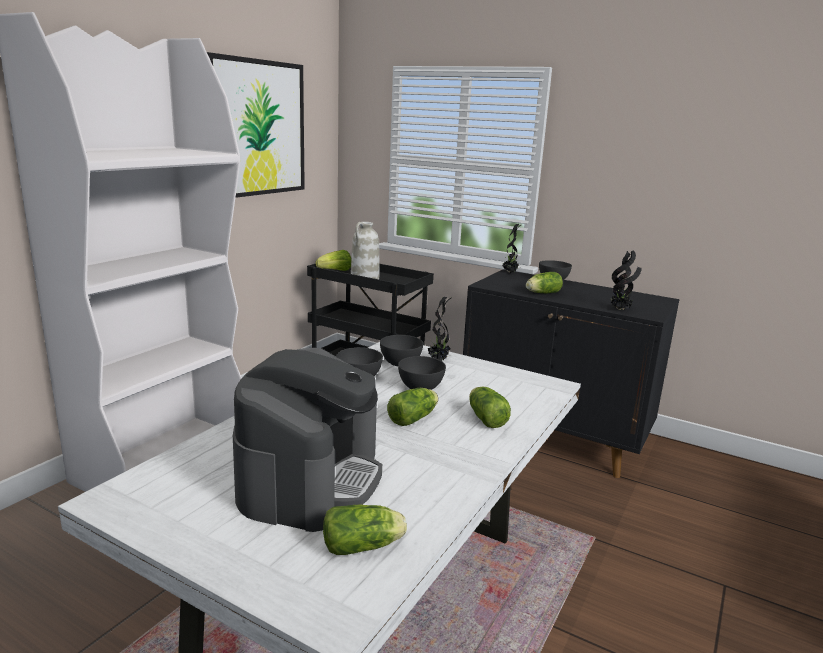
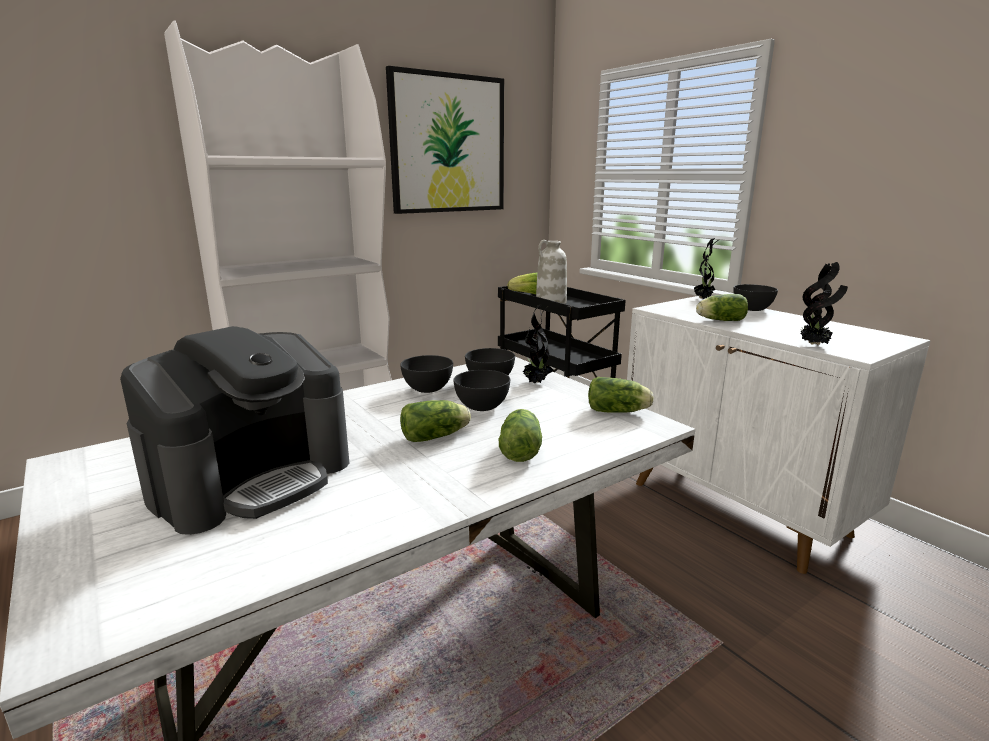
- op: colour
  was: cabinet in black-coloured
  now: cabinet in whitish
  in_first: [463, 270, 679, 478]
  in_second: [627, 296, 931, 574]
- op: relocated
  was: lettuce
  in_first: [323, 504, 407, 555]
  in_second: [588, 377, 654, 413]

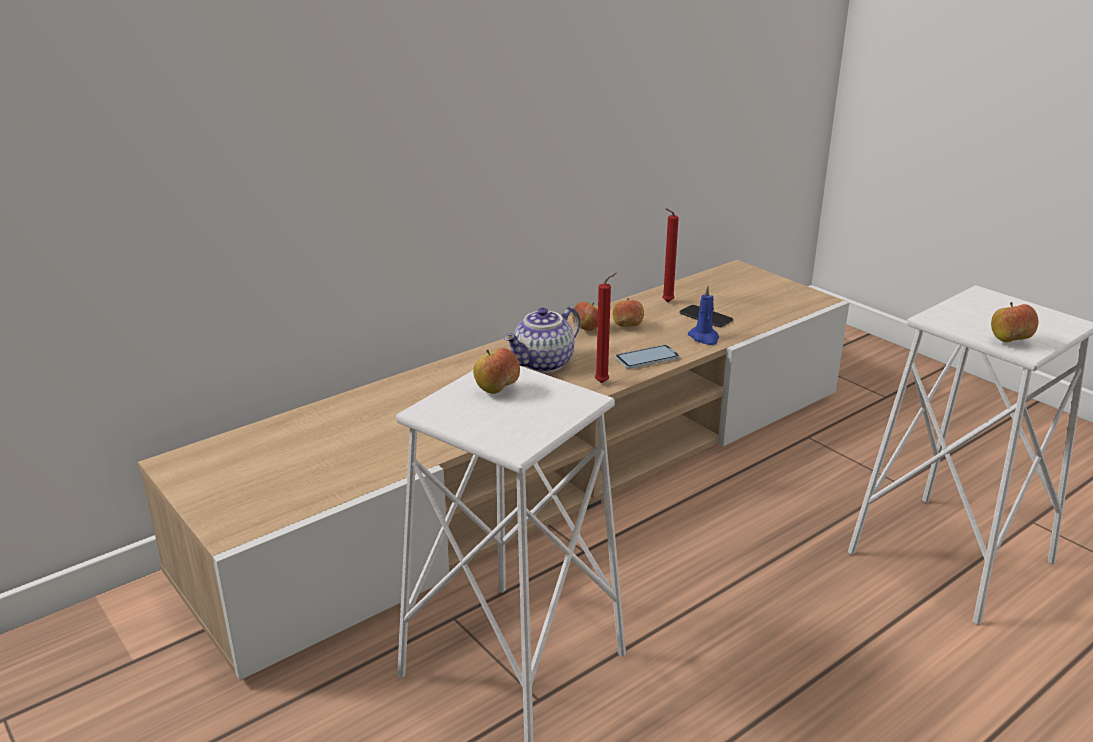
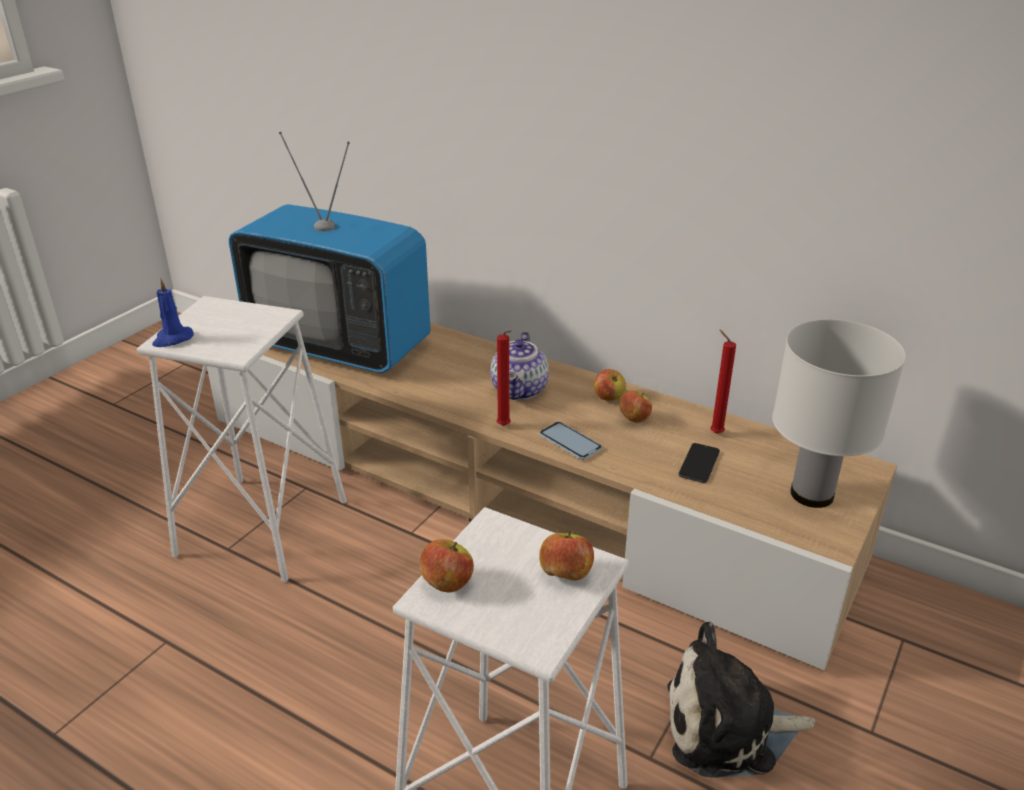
- op: relocated
  was: candle in blue-coloured
  in_first: [688, 285, 719, 345]
  in_second: [152, 278, 194, 347]
- op: spun
  was: tea pot
  in_first: [504, 307, 580, 373]
  in_second: [491, 331, 549, 400]
  clockwise: -105
- op: relocated
  was: whole apple
  in_first: [473, 348, 520, 394]
  in_second: [539, 530, 594, 581]
- op: appeared
  now: TV
  in_second: [229, 132, 431, 373]
- op: appeared
  now: tabletop lamp in whitish
  in_second: [772, 319, 906, 508]
- op: appeared
  now: soft toy
  in_second: [667, 622, 816, 778]

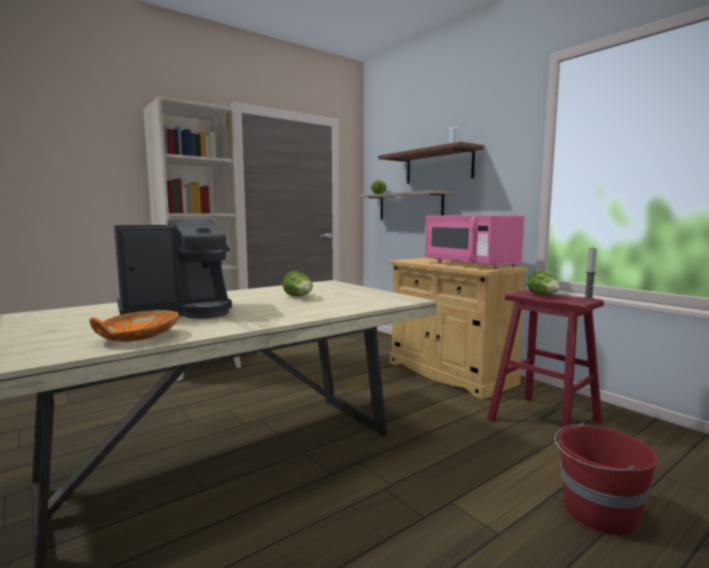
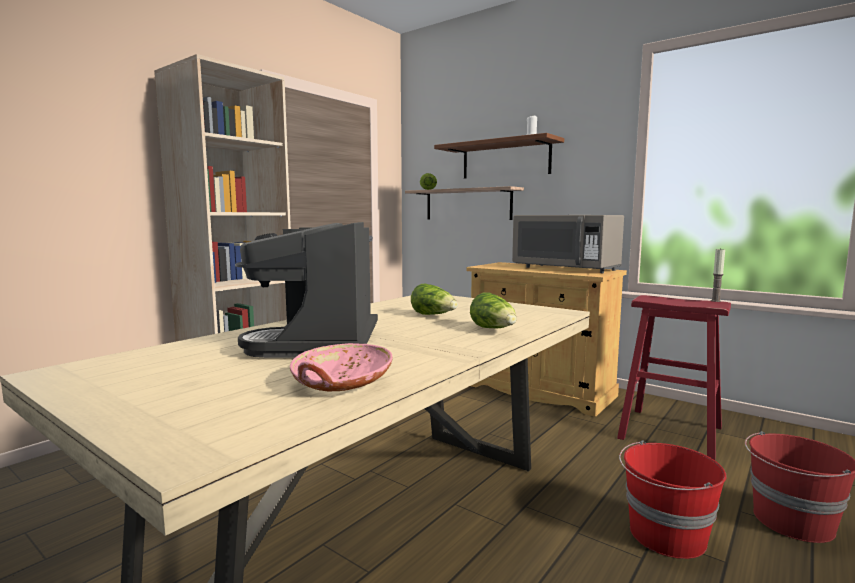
- op: colour
  was: microwave oven in pink
  now: microwave oven in gray
  in_first: [425, 215, 524, 269]
  in_second: [512, 215, 624, 273]
- op: spun
  was: coffee maker
  in_first: [114, 220, 232, 319]
  in_second: [235, 222, 378, 358]
  clockwise: 135
- op: relocated
  was: lettuce
  in_first: [527, 271, 561, 295]
  in_second: [470, 292, 517, 328]
- op: colour
  was: deep dish in orangey
  now: deep dish in pink
  in_first: [89, 310, 179, 342]
  in_second: [290, 343, 393, 391]
- op: appeared
  now: bucket in reddish
  in_second: [619, 440, 727, 559]

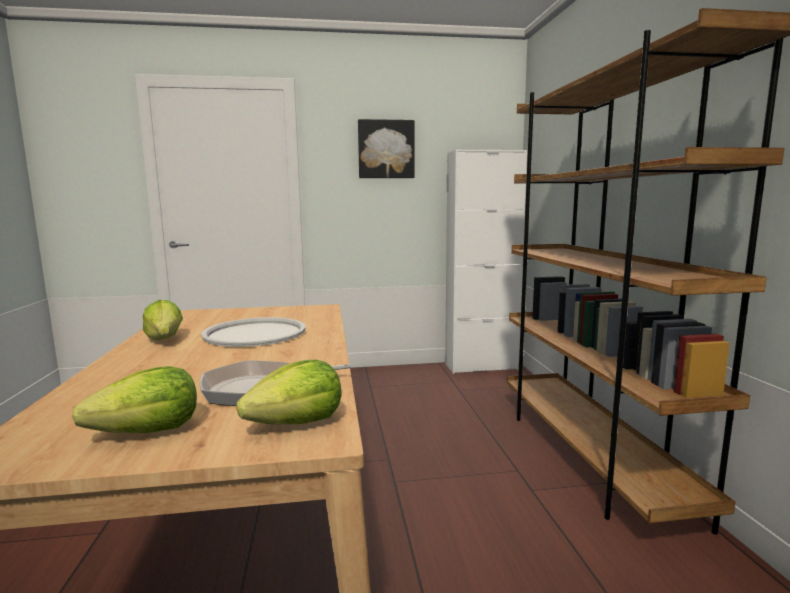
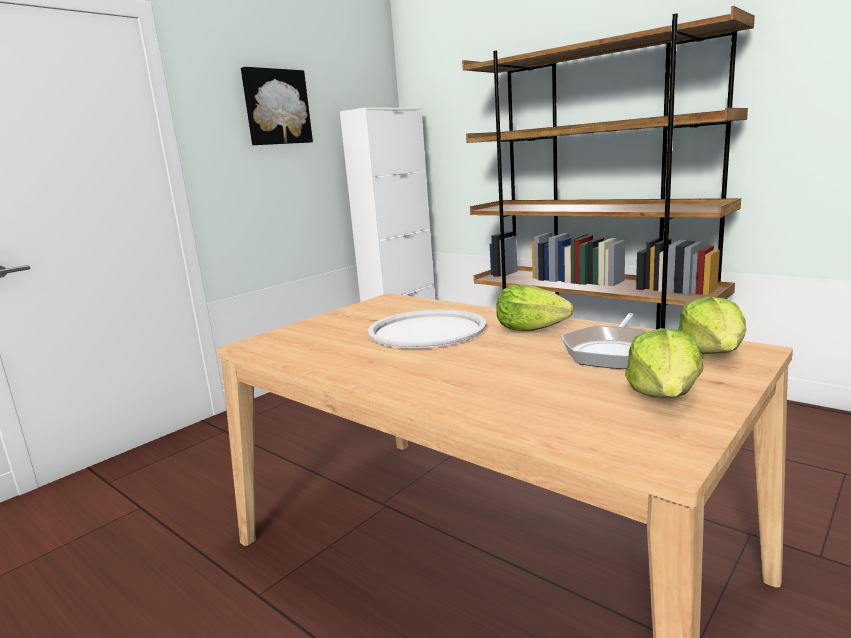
- op: relocated
  was: lettuce
  in_first: [143, 300, 183, 340]
  in_second: [496, 284, 574, 331]

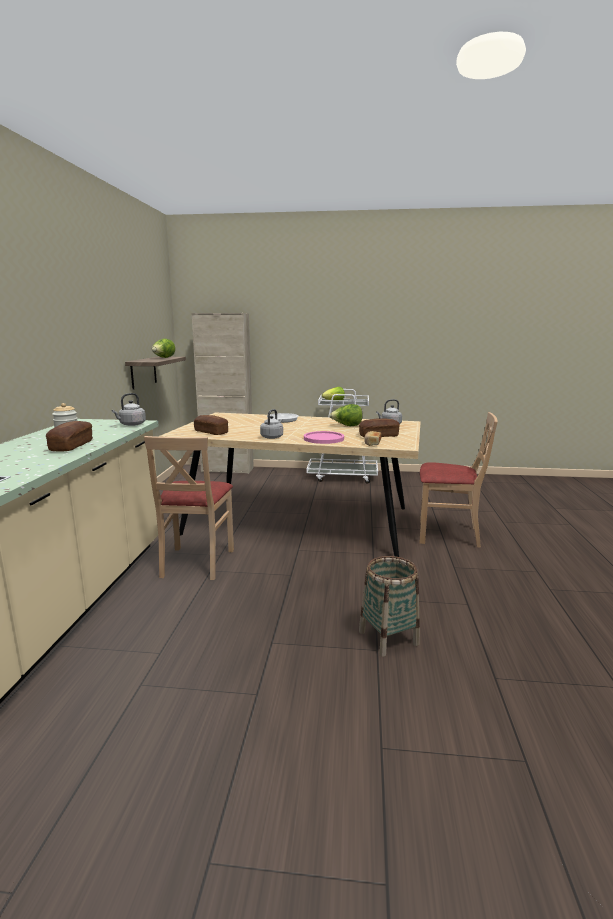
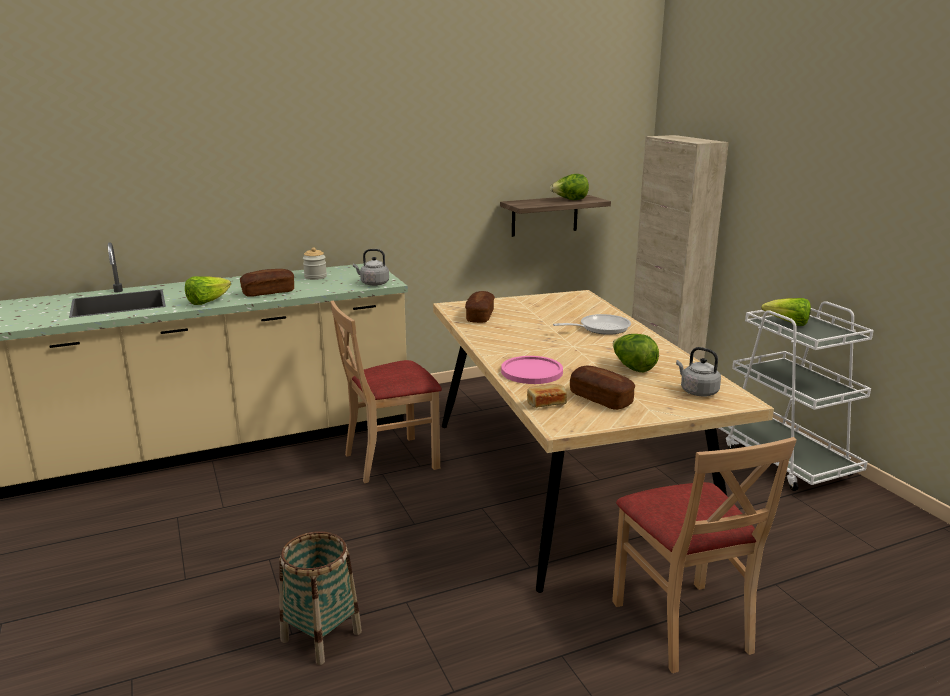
- op: missing
  was: water kettle in gray
  in_first: [260, 409, 283, 439]
- op: appeared
  now: lettuce
  in_second: [185, 276, 231, 305]

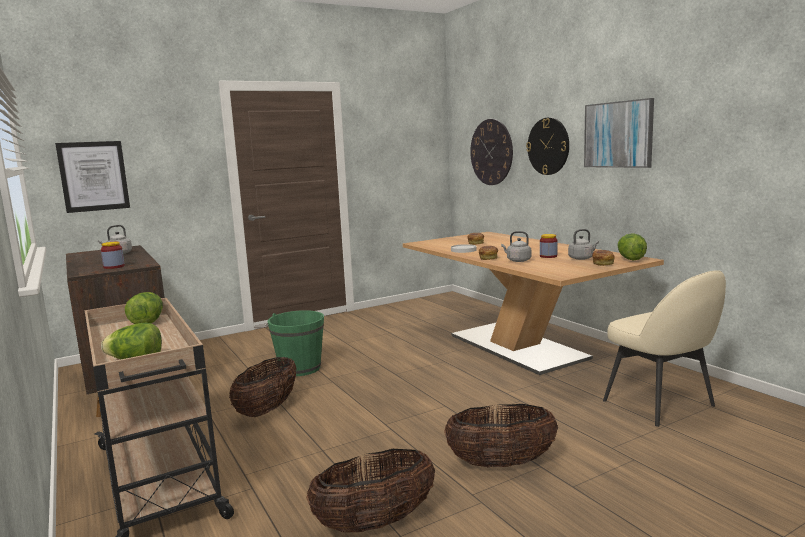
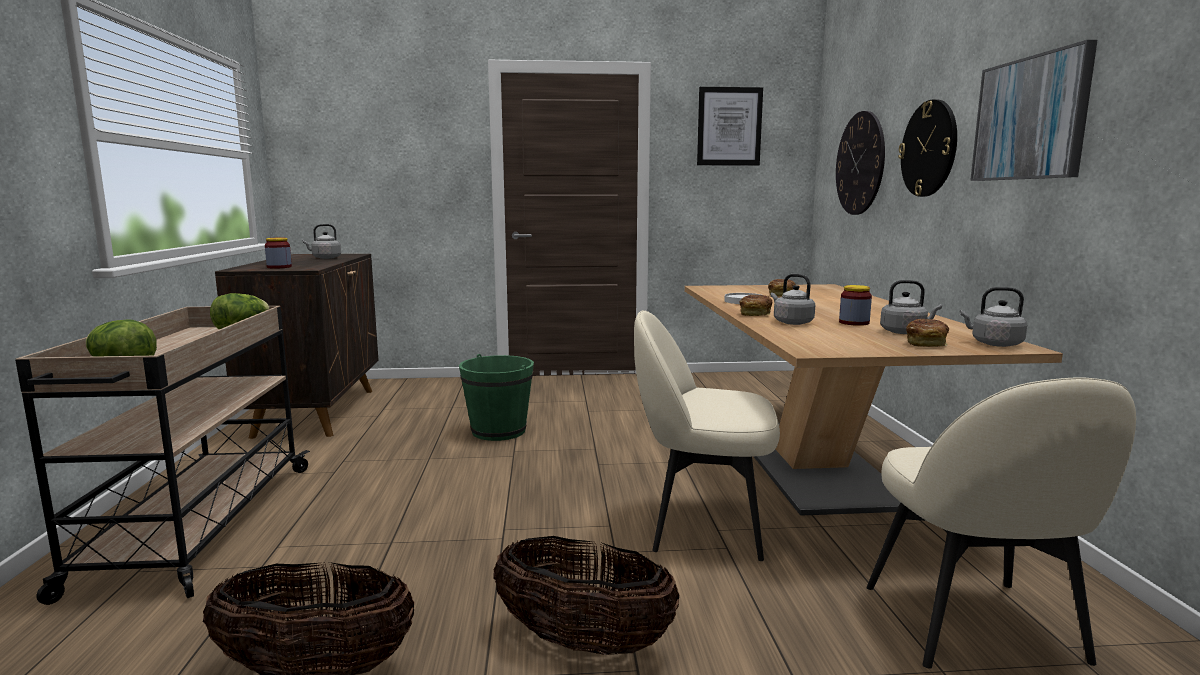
- op: relocated
  was: picture
  in_first: [55, 141, 130, 213]
  in_second: [697, 87, 763, 166]
- op: exchanged
  was: lettuce
  now: water kettle in gray
  in_first: [617, 233, 647, 261]
  in_second: [960, 287, 1027, 347]
- op: missing
  was: basket
  in_first: [229, 357, 297, 417]
- op: appeared
  now: chair in beige
  in_second: [634, 310, 780, 561]

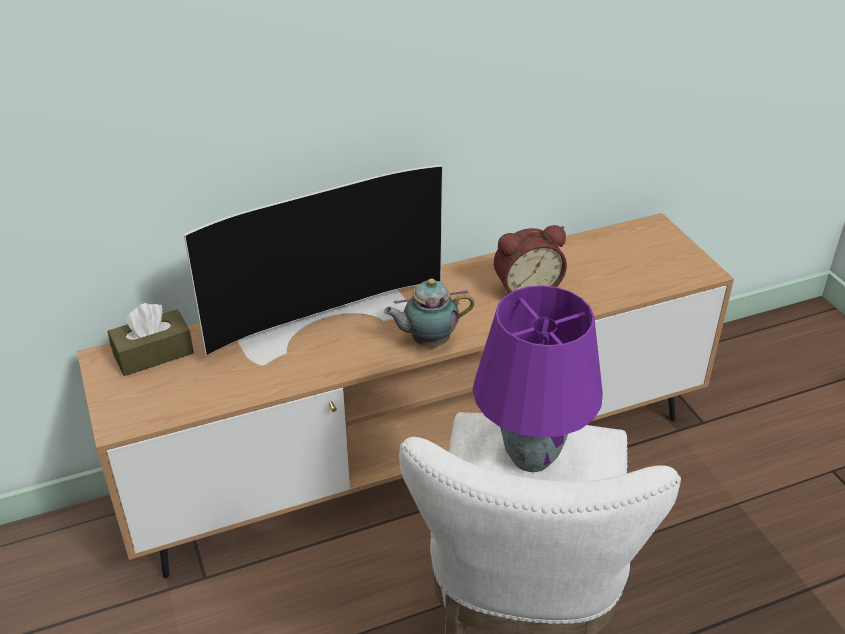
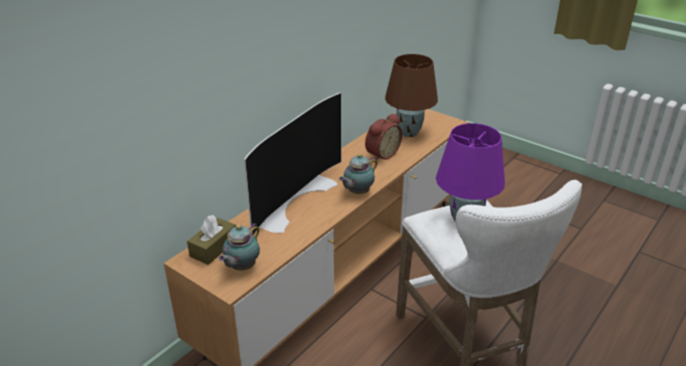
- op: appeared
  now: tabletop lamp in brownish
  in_second: [385, 54, 438, 137]
- op: appeared
  now: tea pot
  in_second: [218, 223, 260, 270]

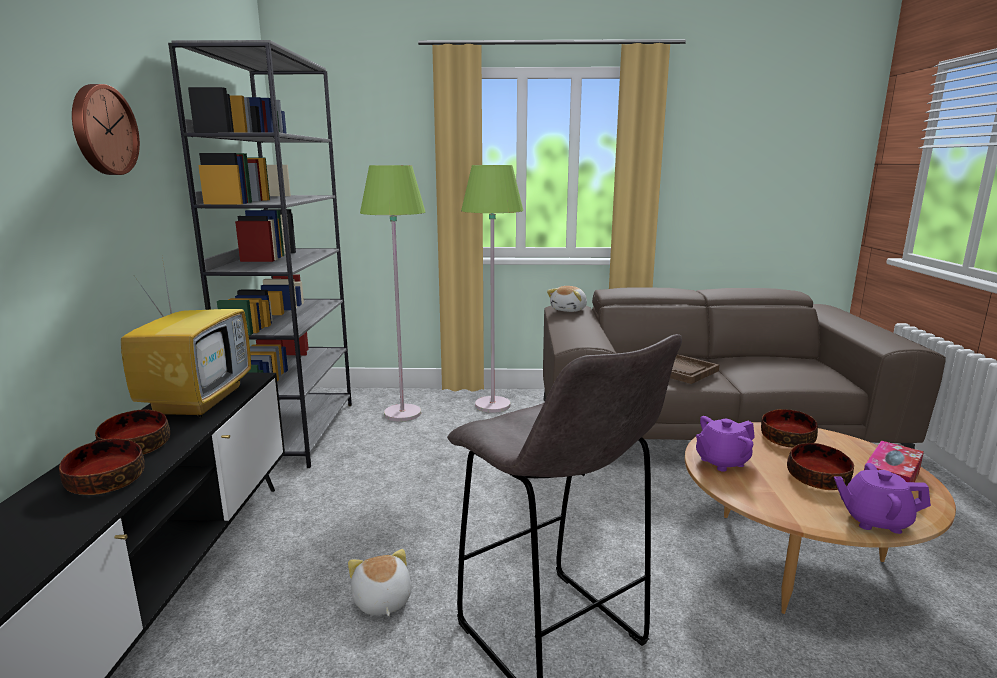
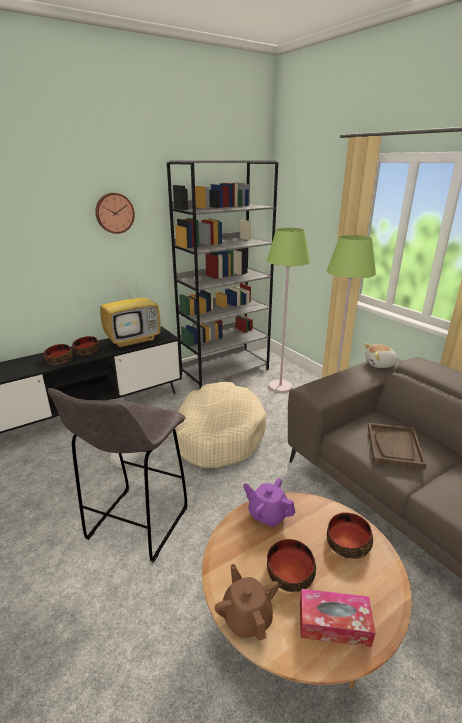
- op: colour
  was: tea pot in purplish
  now: tea pot in brownish
  in_first: [834, 463, 931, 534]
  in_second: [215, 564, 279, 641]
- op: appeared
  now: dog cushion in beige
  in_second: [175, 382, 266, 469]

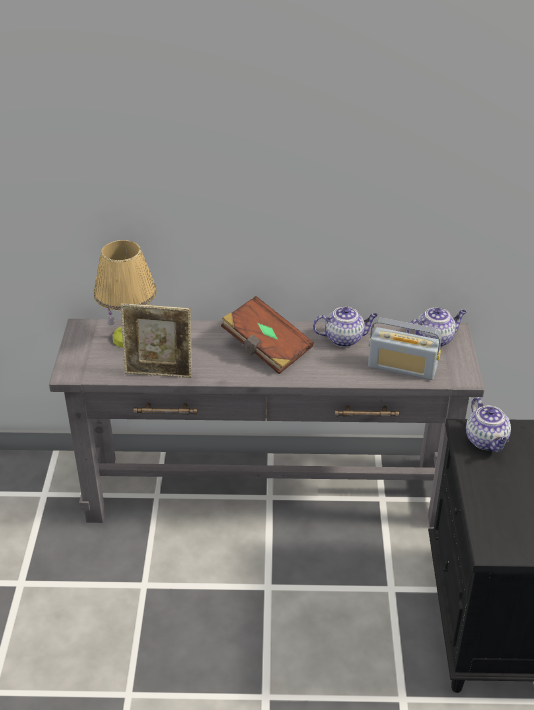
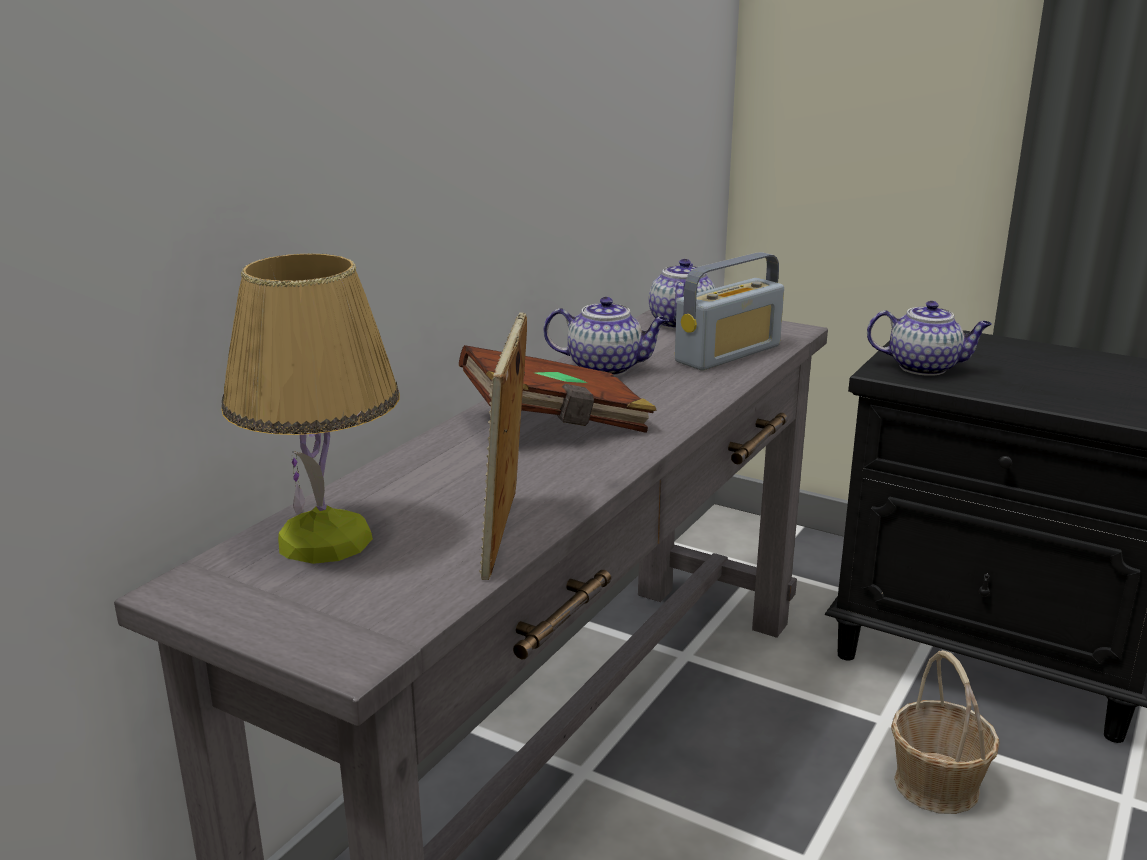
- op: spun
  was: picture frame
  in_first: [121, 303, 192, 378]
  in_second: [479, 312, 527, 580]
  clockwise: 150
- op: spun
  was: tea pot
  in_first: [313, 307, 378, 347]
  in_second: [543, 297, 669, 376]
  clockwise: 75
- op: appeared
  now: basket
  in_second: [891, 650, 1000, 814]

